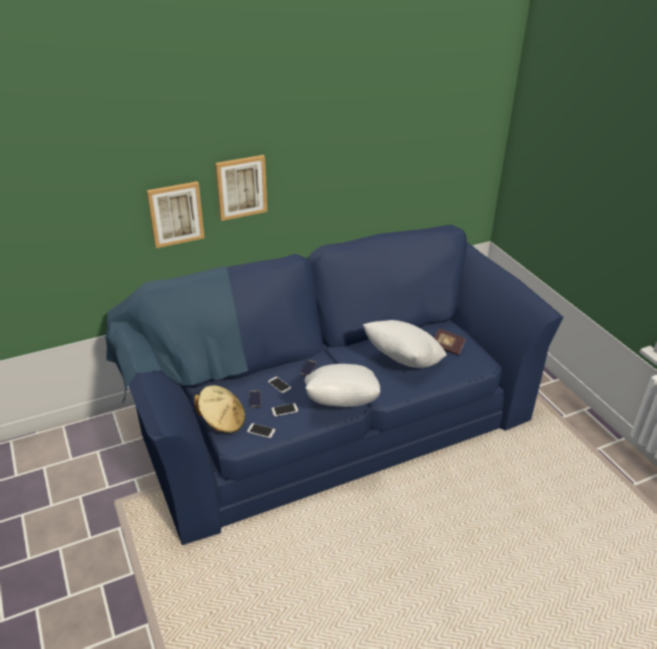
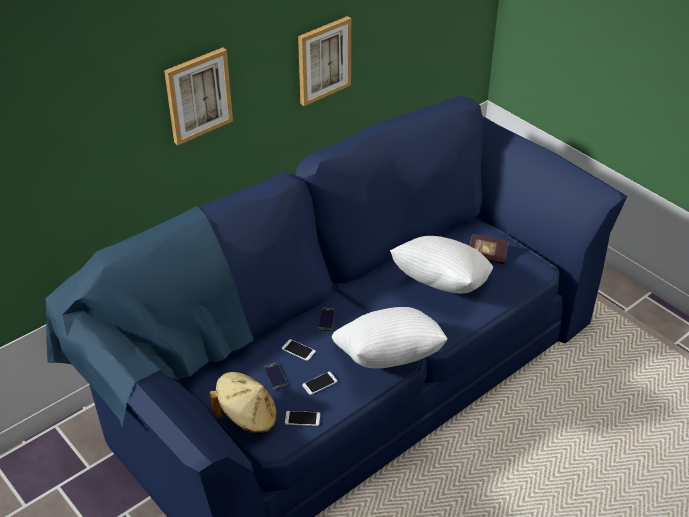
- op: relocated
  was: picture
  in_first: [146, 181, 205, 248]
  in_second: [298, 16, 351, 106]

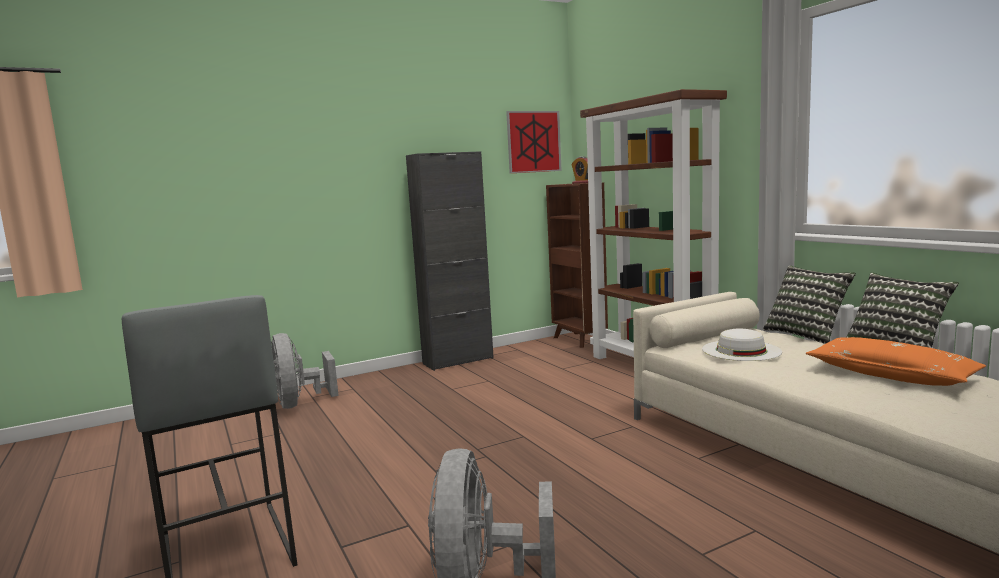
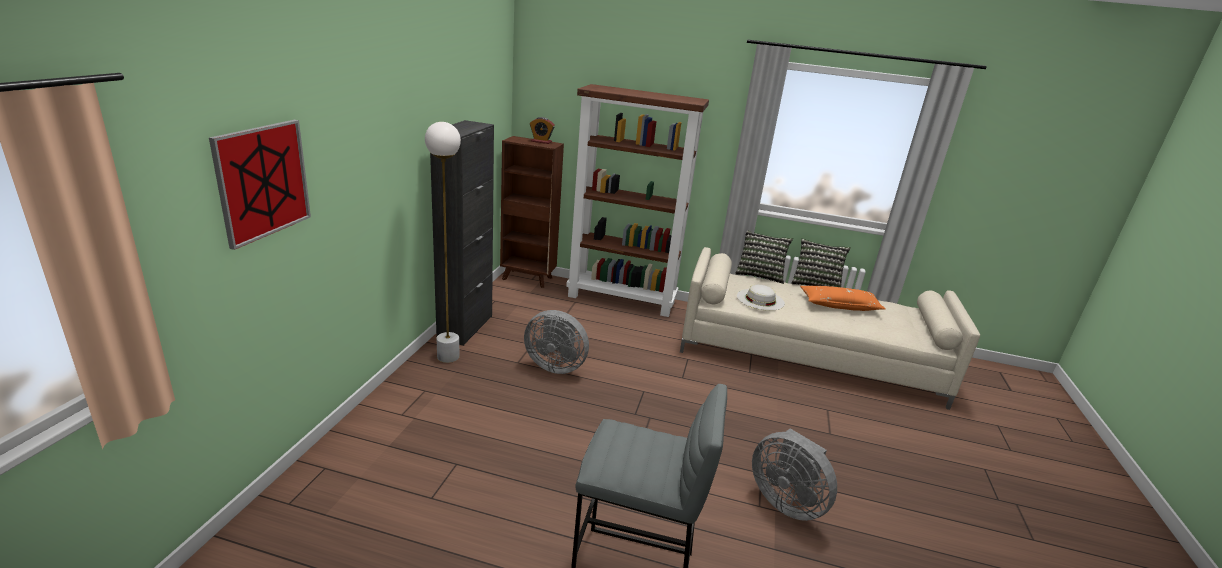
- op: relocated
  was: picture
  in_first: [506, 111, 562, 173]
  in_second: [209, 120, 311, 250]
- op: relocated
  was: fan in gray
  in_first: [271, 333, 339, 409]
  in_second: [524, 310, 589, 374]
- op: appeared
  now: standard lamp in whitish
  in_second: [425, 122, 461, 363]

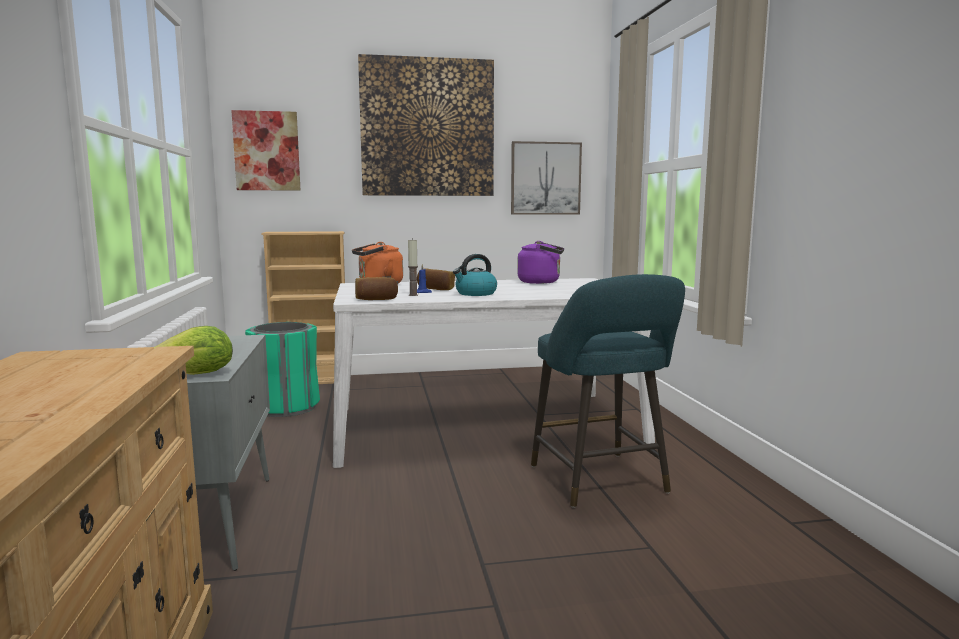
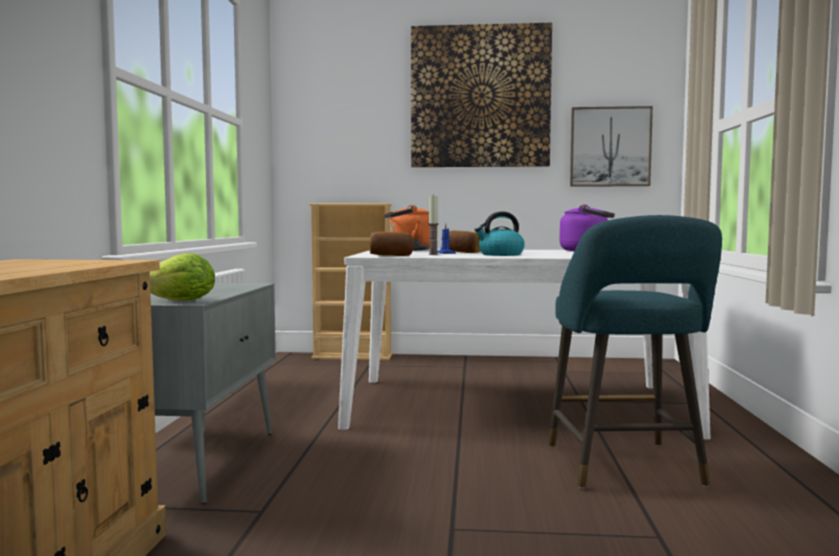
- op: missing
  was: picture
  in_first: [231, 110, 300, 191]
- op: missing
  was: trash can in greenish
  in_first: [245, 322, 320, 417]

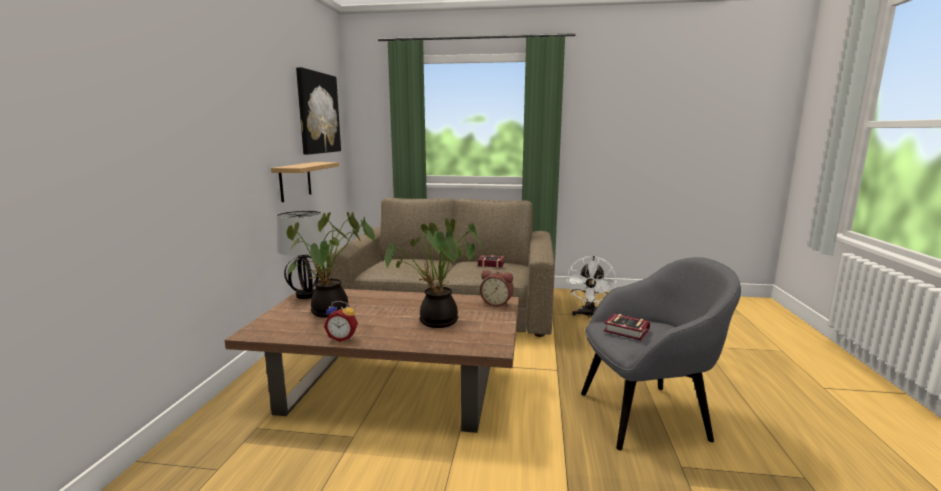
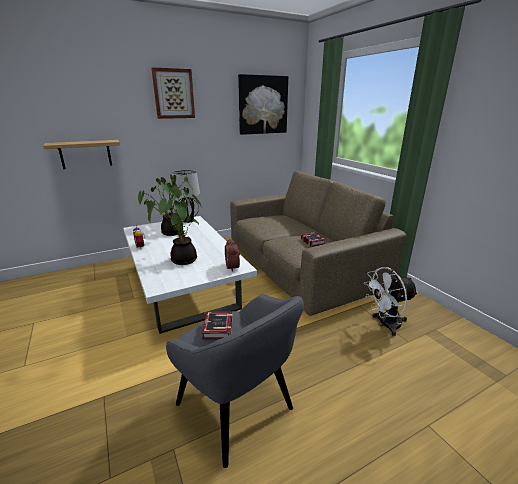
- op: relocated
  was: shelf
  in_first: [271, 162, 339, 202]
  in_second: [43, 140, 120, 169]
- op: colour
  was: low table in brownish
  now: low table in whitish
  in_first: [225, 287, 519, 433]
  in_second: [123, 216, 257, 334]
- op: appeared
  now: picture
  in_second: [151, 67, 195, 119]

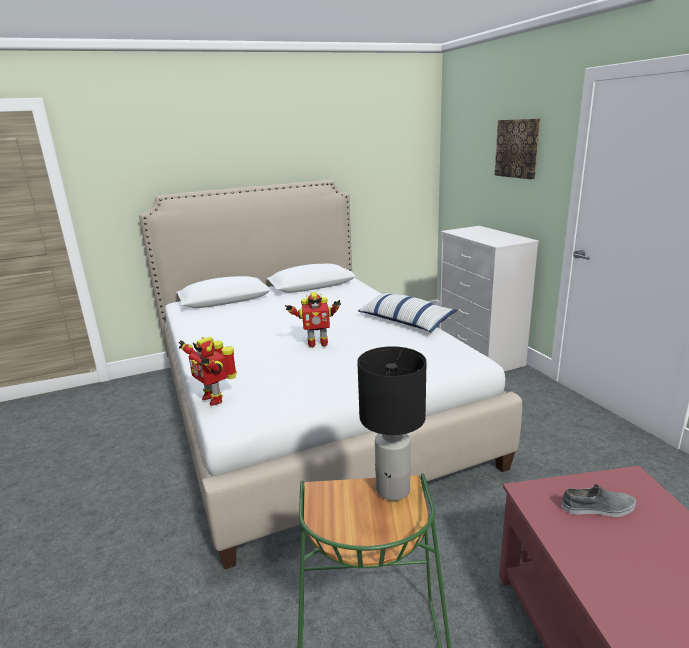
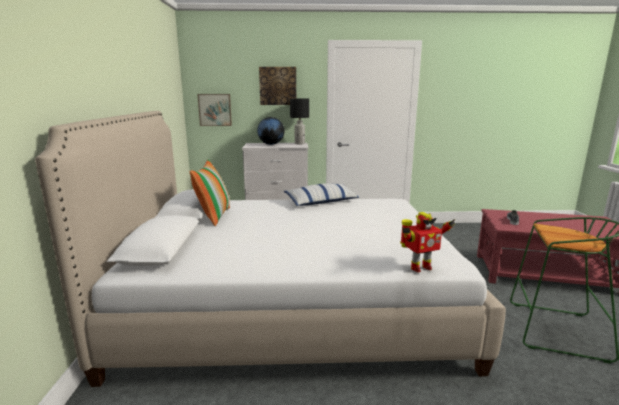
- op: missing
  was: model robot
  in_first: [285, 292, 341, 348]
- op: relocated
  was: tabletop lamp in black-coloured
  in_first: [357, 346, 426, 501]
  in_second: [290, 98, 309, 144]
- op: appeared
  now: picture
  in_second: [197, 94, 232, 126]
- op: appeared
  now: globe
  in_second: [257, 117, 284, 145]
- op: appeared
  now: throw pillow
  in_second: [189, 159, 230, 226]

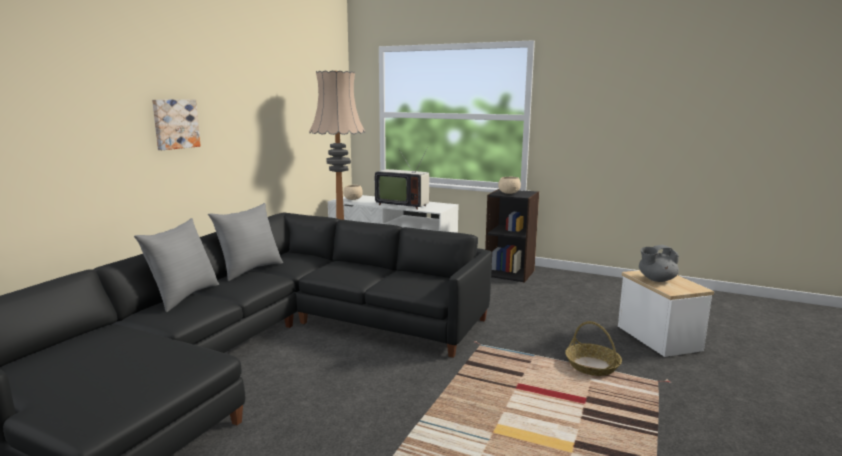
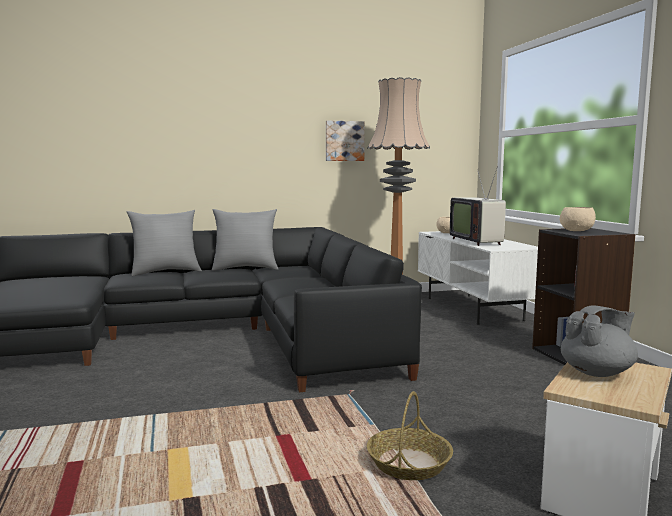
- op: relocated
  was: picture
  in_first: [152, 100, 201, 150]
  in_second: [326, 120, 365, 161]
- op: spun
  was: tea pot in gray
  in_first: [639, 245, 679, 282]
  in_second: [561, 306, 638, 377]
  clockwise: 120

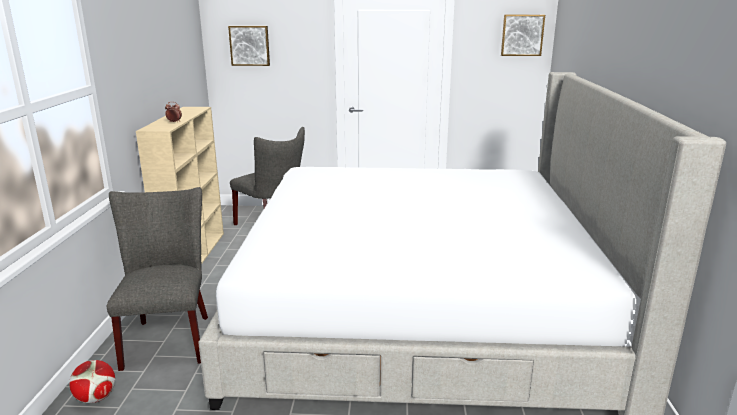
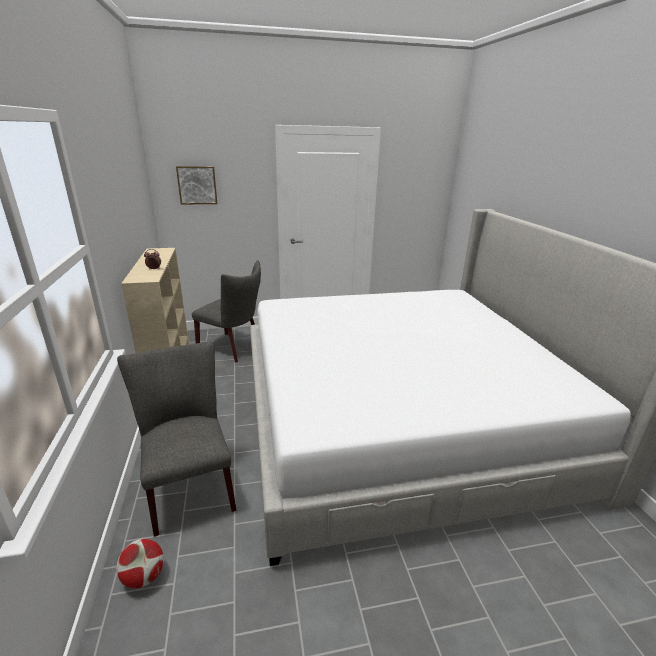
- op: missing
  was: picture
  in_first: [501, 15, 545, 56]

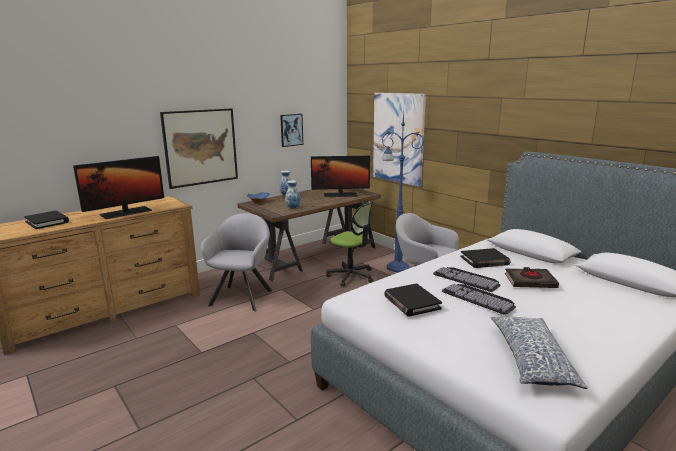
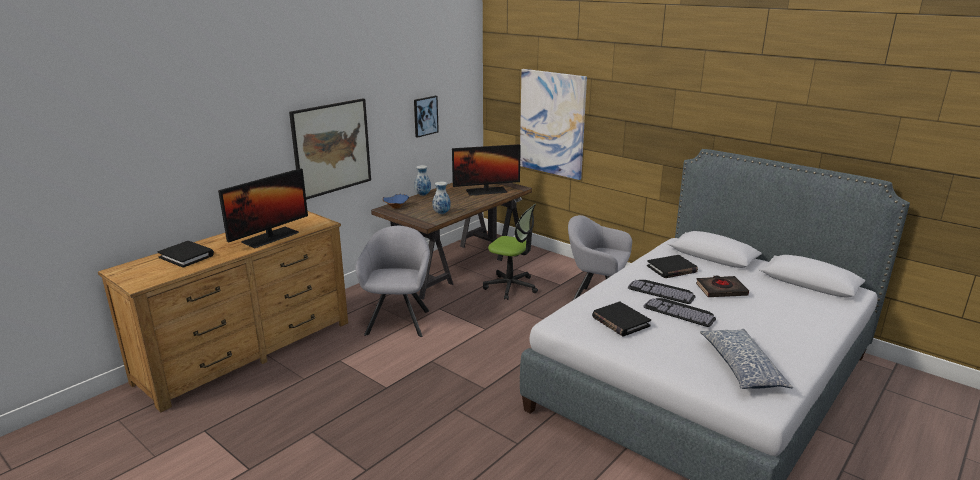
- op: missing
  was: standard lamp in blue-coloured
  in_first: [382, 109, 424, 272]

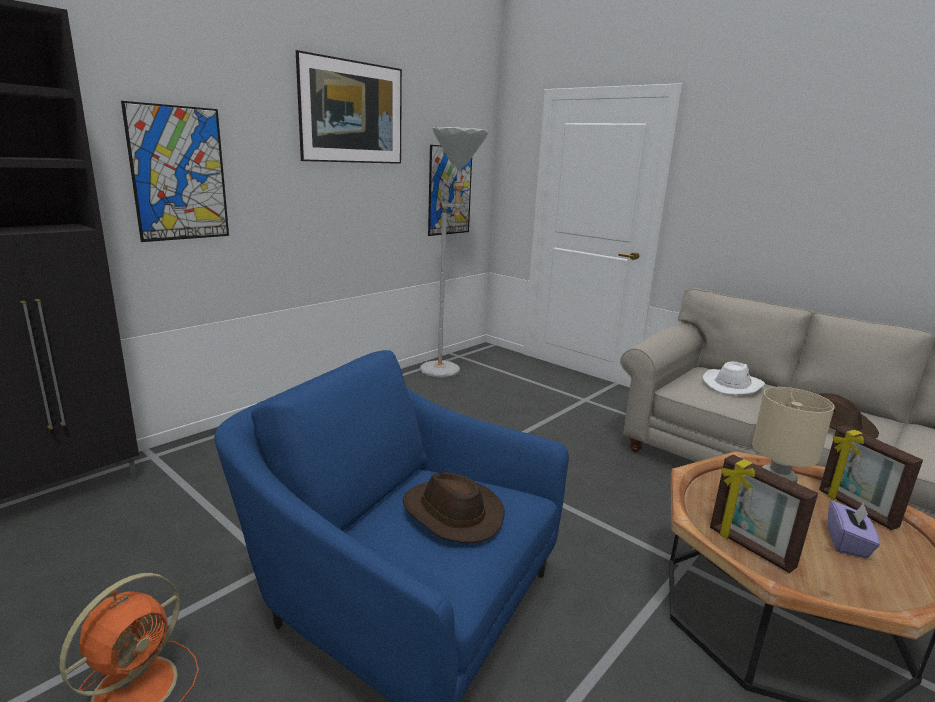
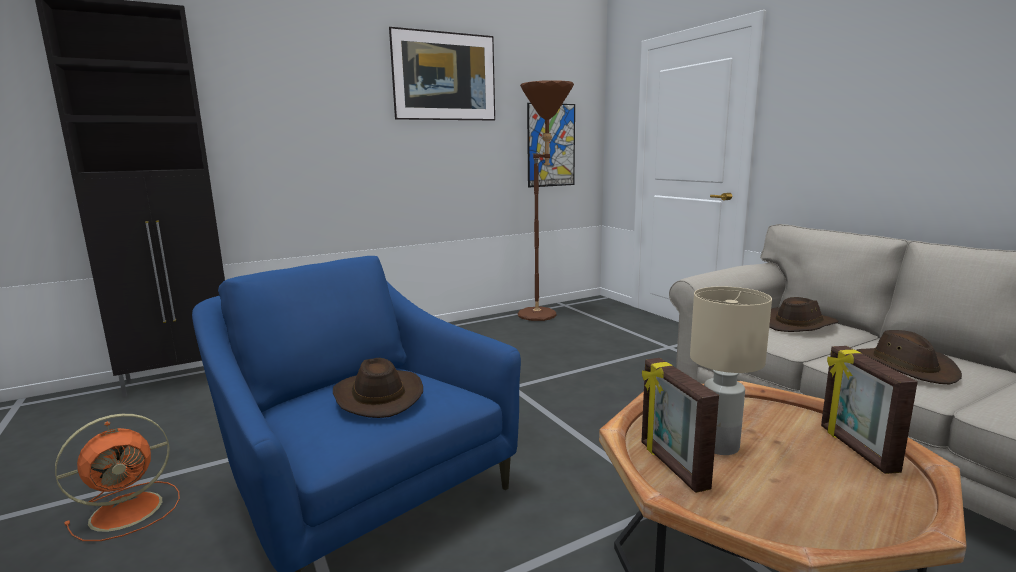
- op: missing
  was: picture
  in_first: [121, 101, 229, 242]
- op: colour
  was: standard lamp in gray
  now: standard lamp in brownish
  in_first: [419, 127, 489, 377]
  in_second: [518, 80, 574, 321]
- op: colour
  was: clothing hat in whitish
  now: clothing hat in brownish
  in_first: [703, 361, 765, 395]
  in_second: [769, 297, 838, 332]
- op: missing
  was: tissue holder in purplish
  in_first: [828, 500, 880, 558]

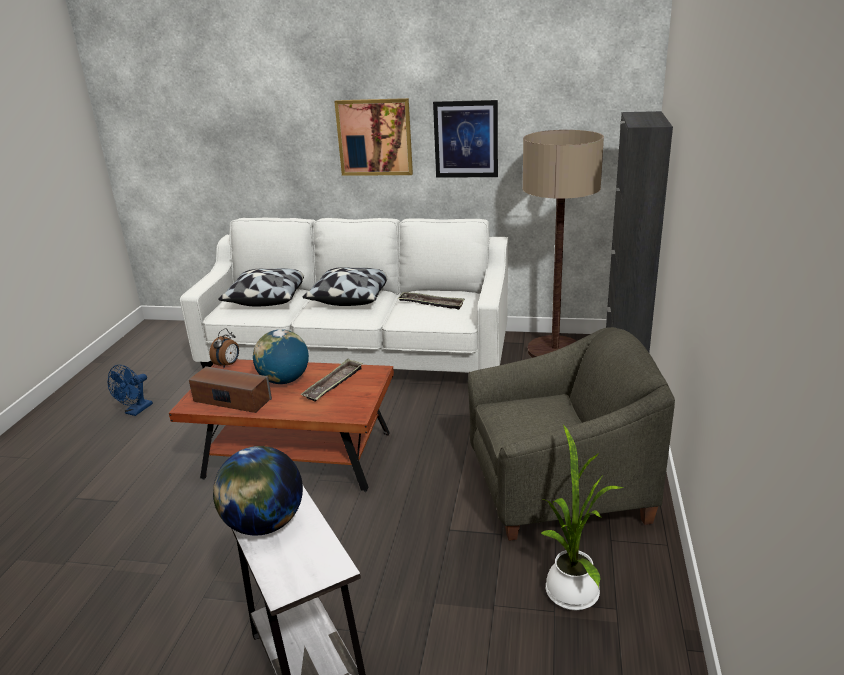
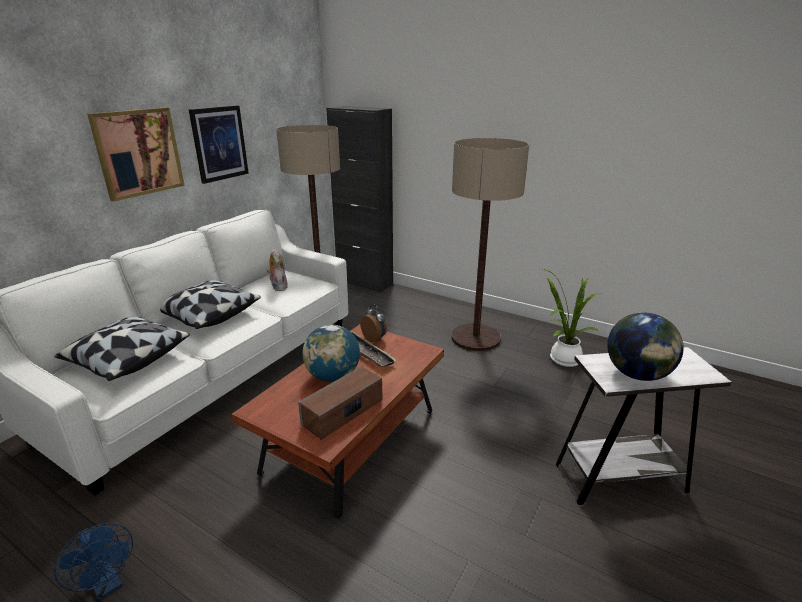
- op: exchanged
  was: serving tray
  now: soft toy
  in_first: [397, 292, 465, 310]
  in_second: [267, 248, 288, 291]
- op: exchanged
  was: lounge chair in gray
  now: standard lamp
  in_first: [468, 327, 675, 541]
  in_second: [451, 138, 530, 351]
- op: relocated
  was: bedside clock
  in_first: [209, 328, 239, 369]
  in_second: [360, 304, 387, 342]

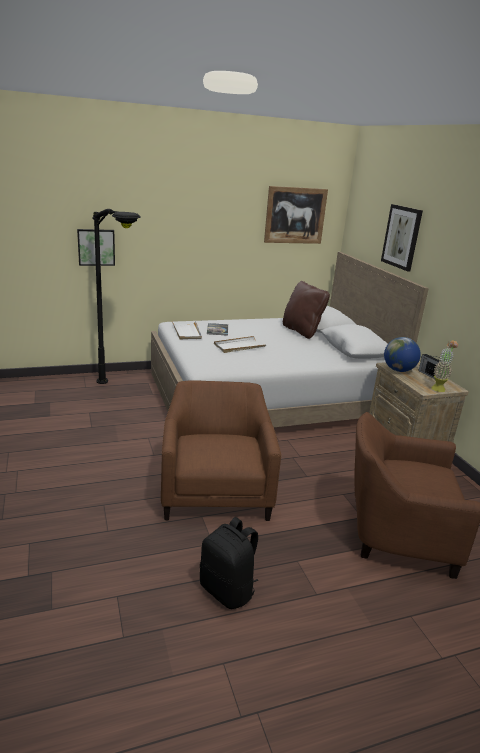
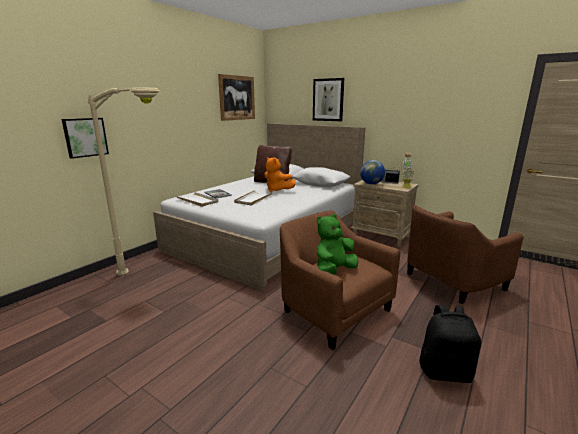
- op: colour
  was: standard lamp in black-coloured
  now: standard lamp in beige
  in_first: [93, 209, 141, 384]
  in_second: [88, 87, 160, 275]
- op: appeared
  now: soft toy in orangey
  in_second: [264, 157, 295, 193]
- op: appeared
  now: soft toy in greenish
  in_second: [317, 214, 358, 275]

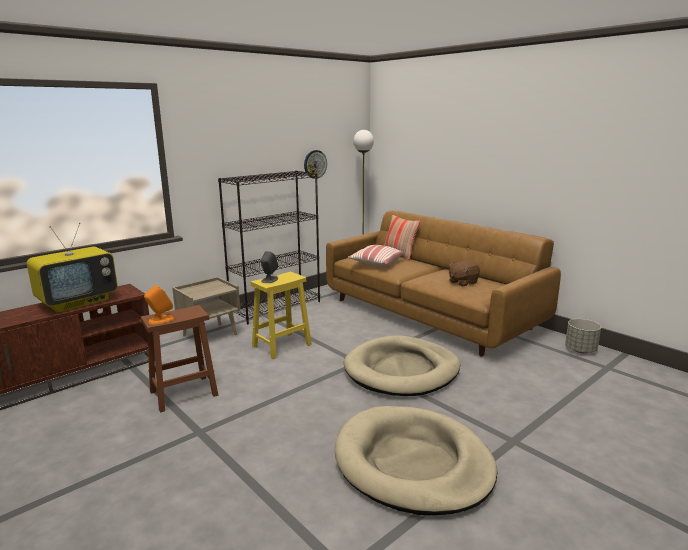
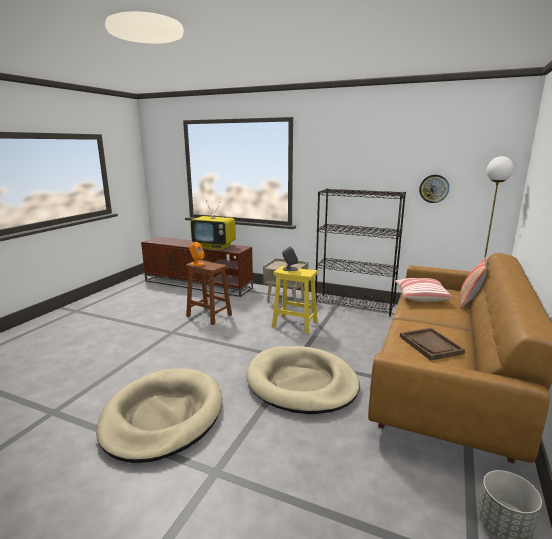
- op: exchanged
  was: soft toy in brownish
  now: serving tray in brownish
  in_first: [449, 260, 480, 286]
  in_second: [400, 328, 465, 361]

